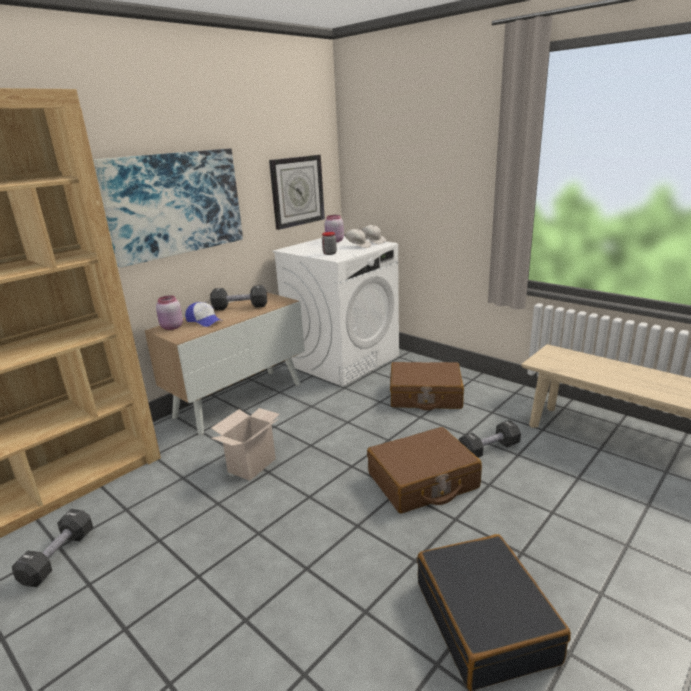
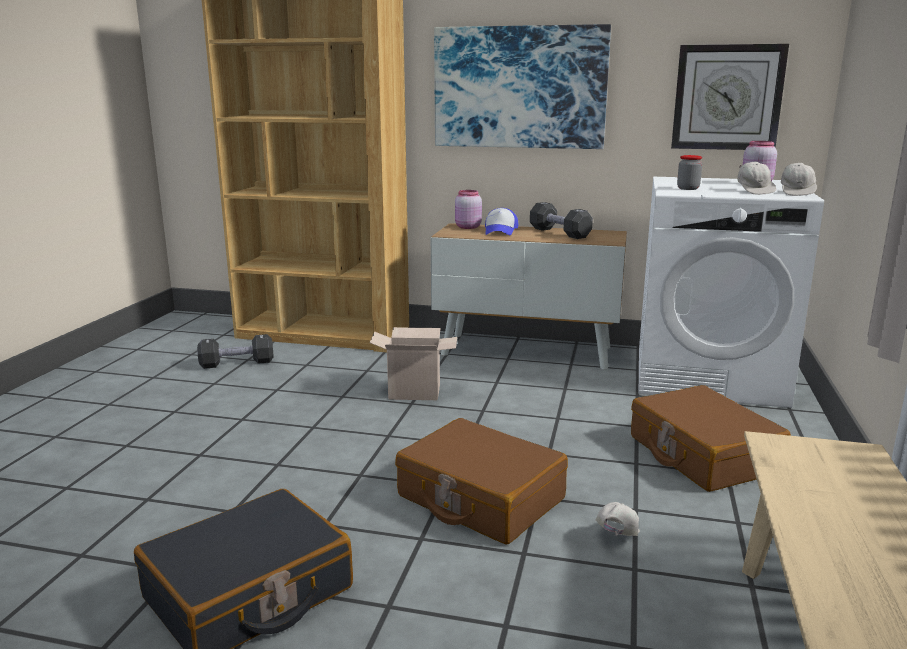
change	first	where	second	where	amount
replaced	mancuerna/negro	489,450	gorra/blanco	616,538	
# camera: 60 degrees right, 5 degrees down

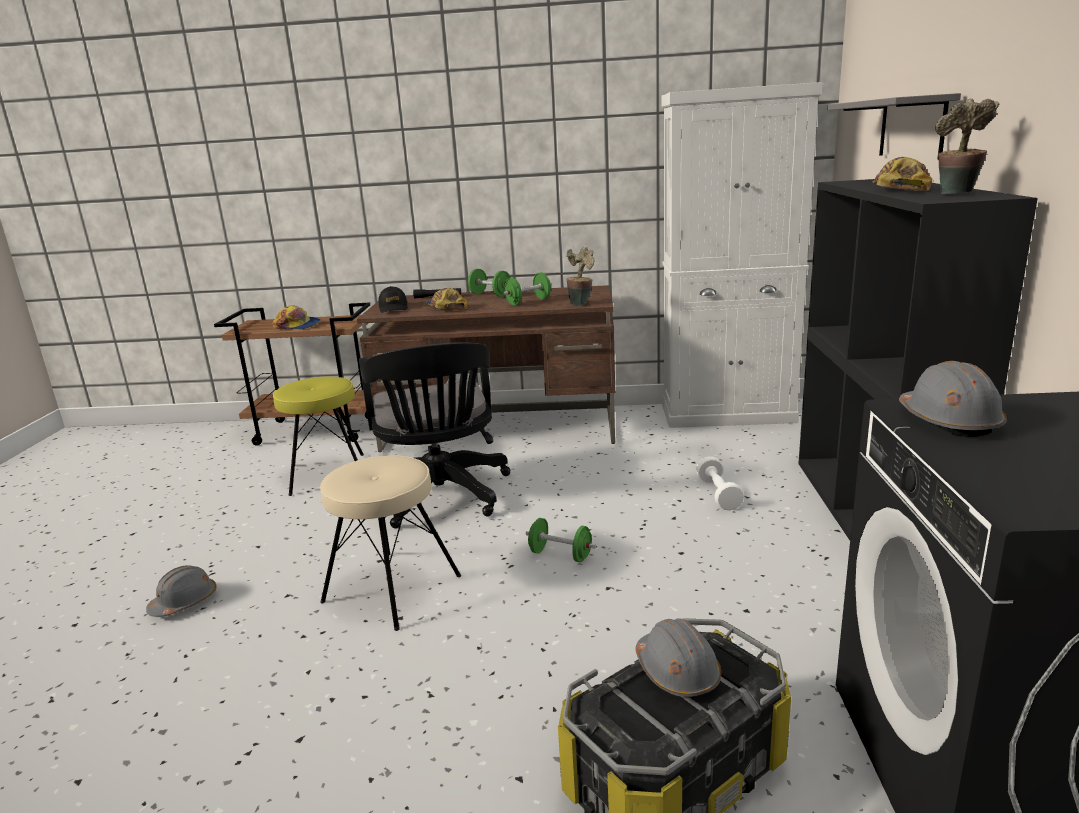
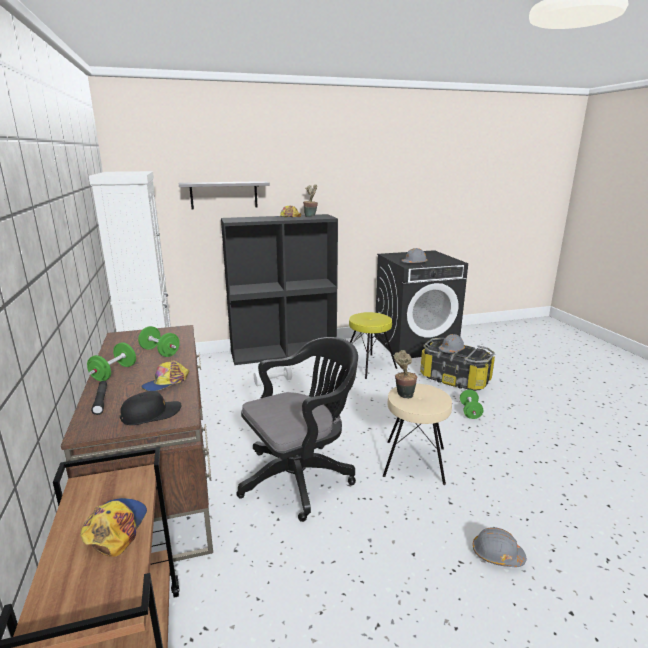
change	first	where	second	where	amount
moved	planta en maceta	581,303		403,394	
moved	taburete/amarillo	328,473		368,366	
moved	mancuerna/verde	560,555		470,412	
# camera: 110 degrees left, 0 degrees up

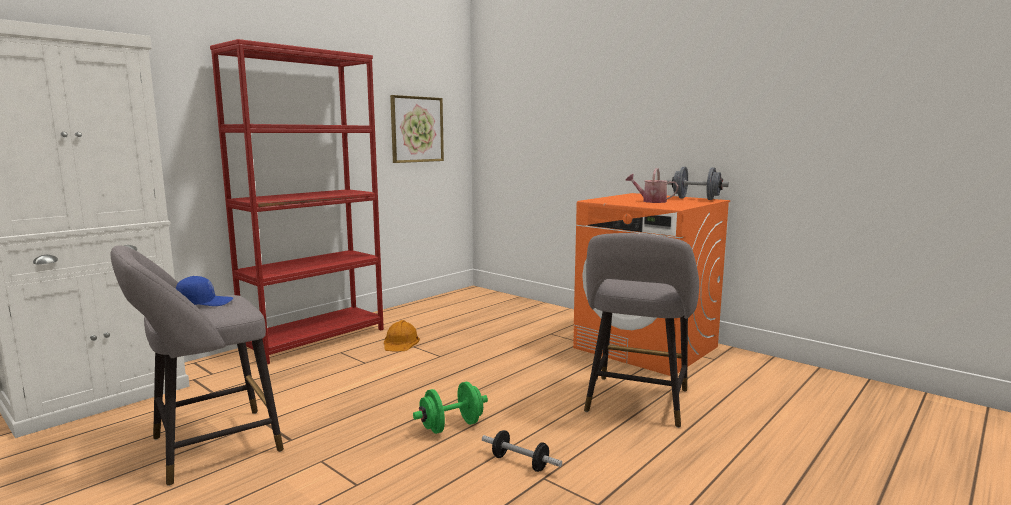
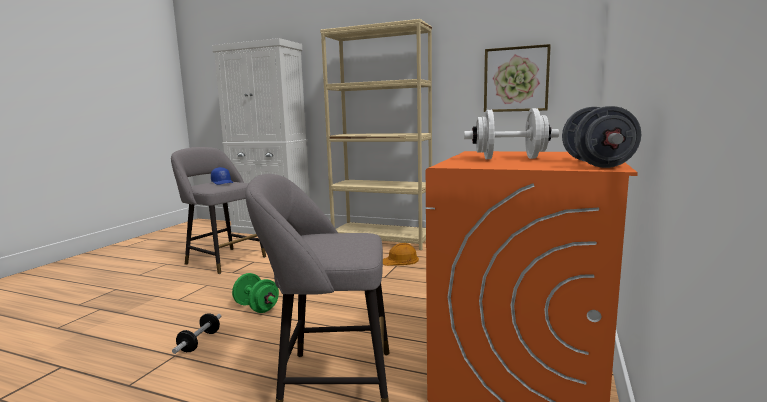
change	first	where	second	where	amount
recoloured	estantería/rojo	315,339	estantería/beis	382,240	
replaced	regadera	651,201	mancuerna/blanco	509,158	
# camera: 70 degrees right, 0 degrees up

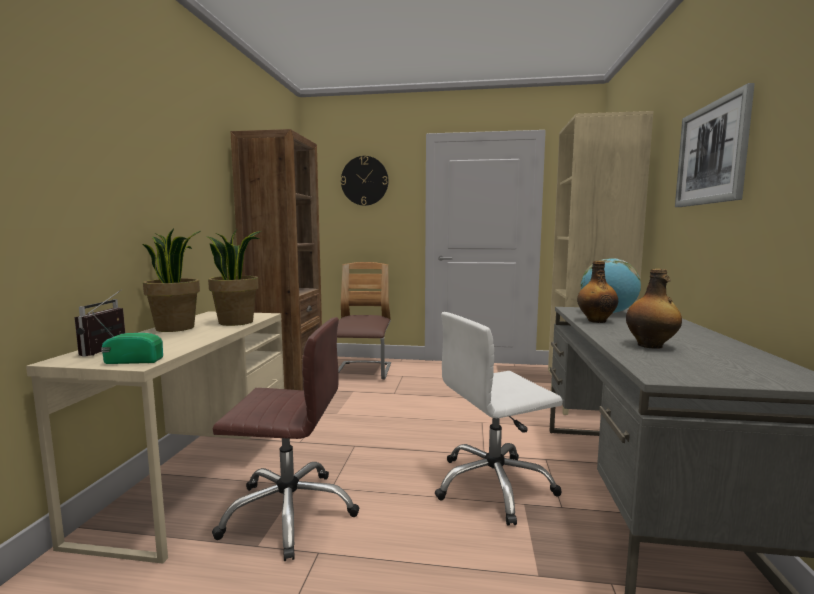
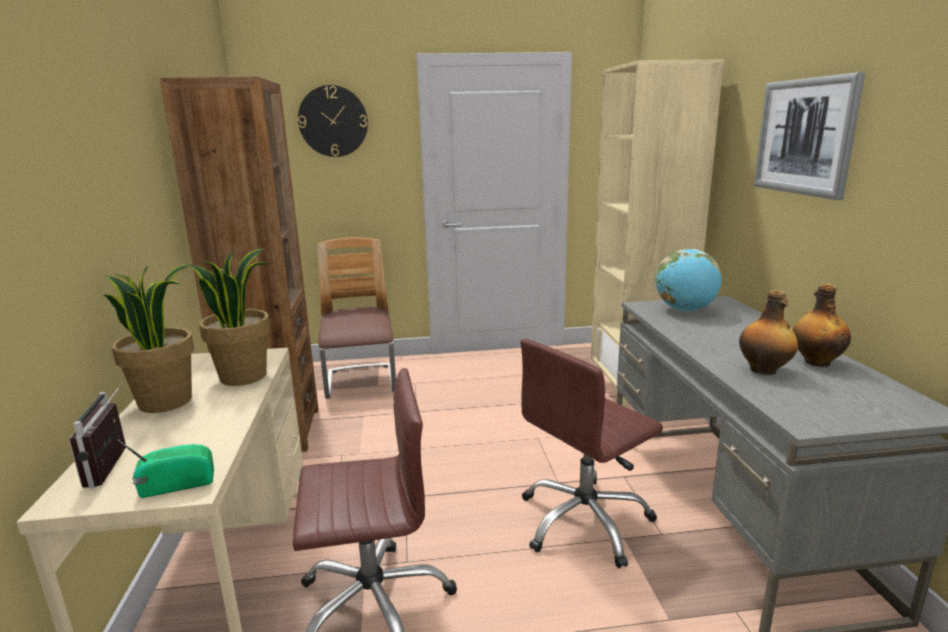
change	first	where	second	where	amount
moved	botella	596,321		816,362	
recoloured	silla de oficina/blanco	493,486	silla de oficina/marrón	585,521	
# camera: 15 degrees left, 10 degrees up

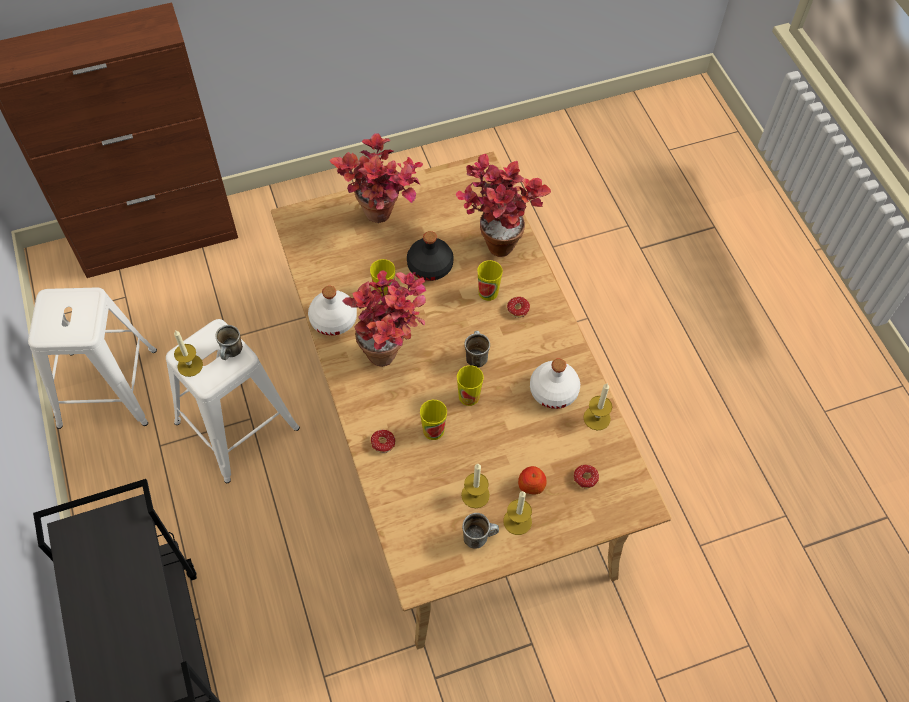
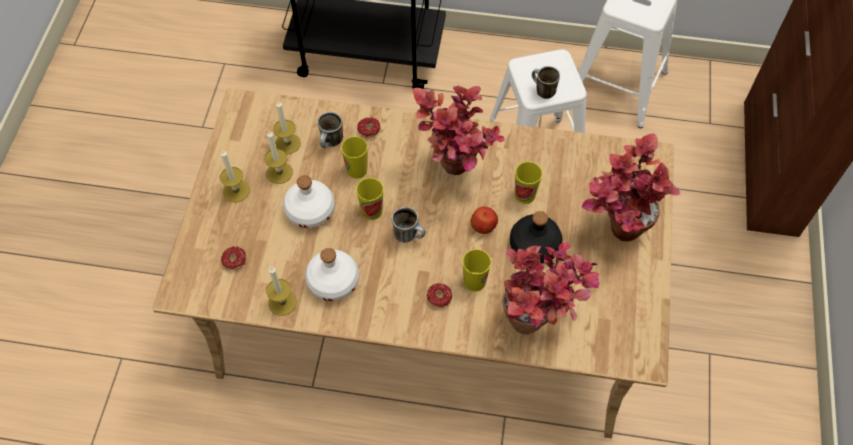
change	first	where	second	where	amount
moved	botella/blanco	333,319		311,211	
moved	vela	190,365		287,143	
moved	manzana	531,485		483,226	
moved	taza grande	479,536		331,143	
# camera: 120 degrees right, 0 degrees up

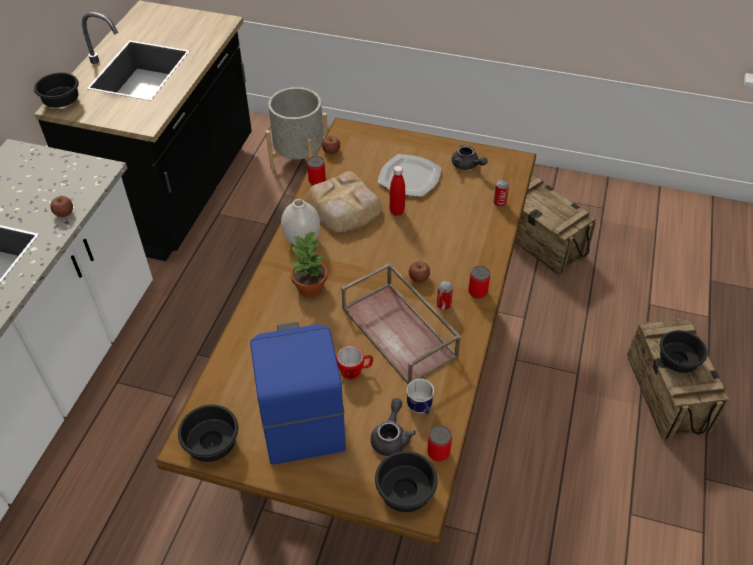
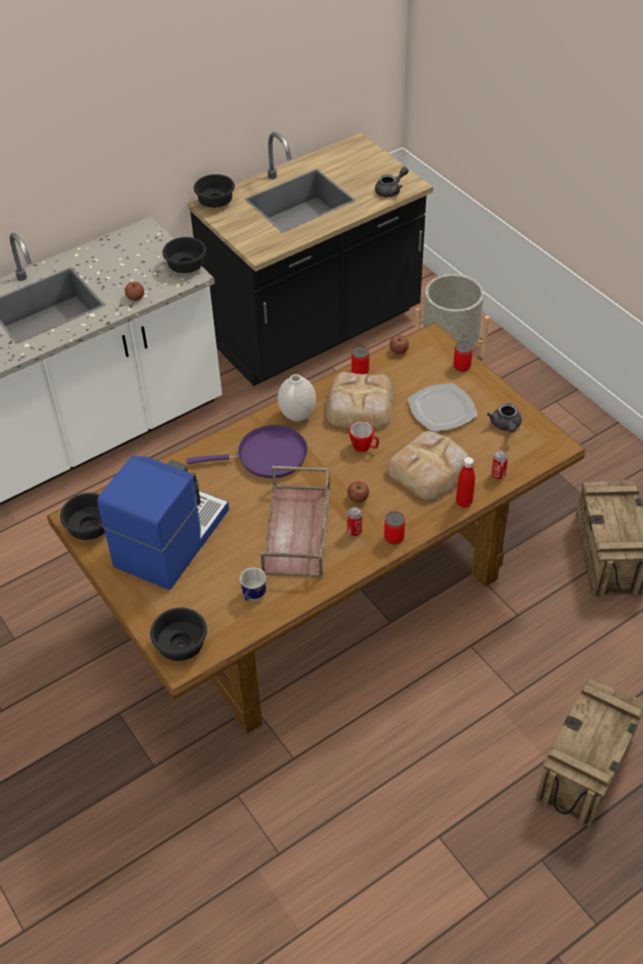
change	first	where	second	where	amount
moved	botella/rojo	397,211		464,502	
replaced	planta en maceta	310,287	sartén/morado	266,456	
moved	cuenco/negro	678,360		187,267	
moved	taza grande	355,371		364,447	
moved	tetera/gris	391,437		391,190	
moved	lata	438,452		462,366	
added			pan	430,469	
# camera: 40 degrees right, 0 degrees up

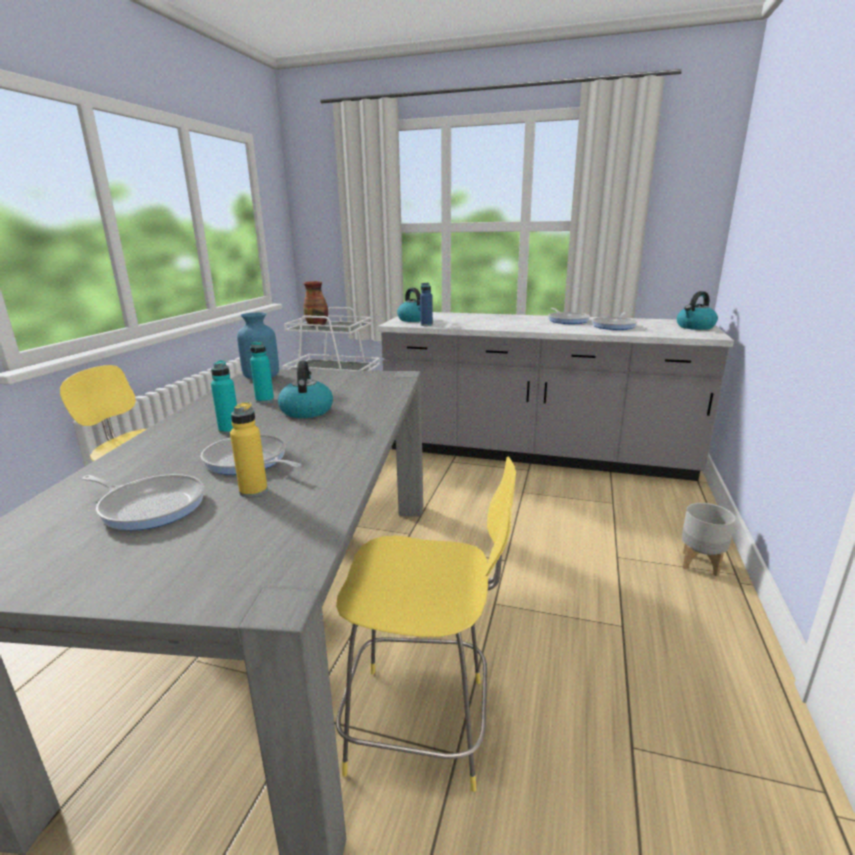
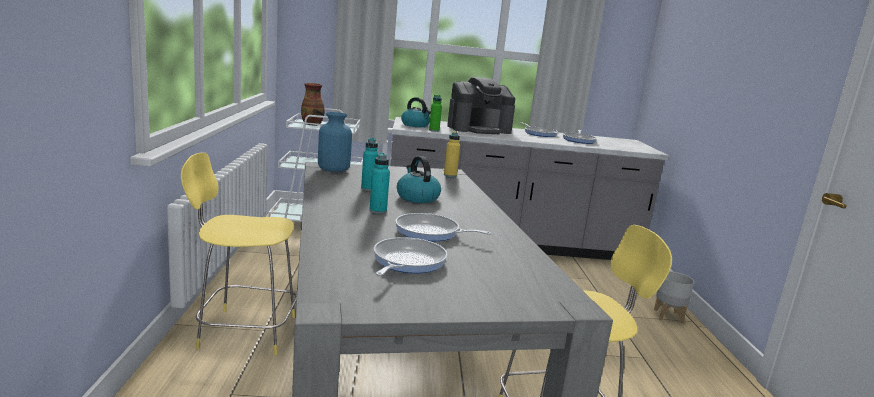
change	first	where	second	where	amount
recoloured	botella/azul	426,325	botella/verde	434,130	
removed	hervidor	695,327			
moved	botella/amarillo	253,491		450,175	
turned	sartén	150,506		407,262	75 degrees counterclockwise
added			cafetera	479,129	
# camera: 20 degrees left, 5 degrees down

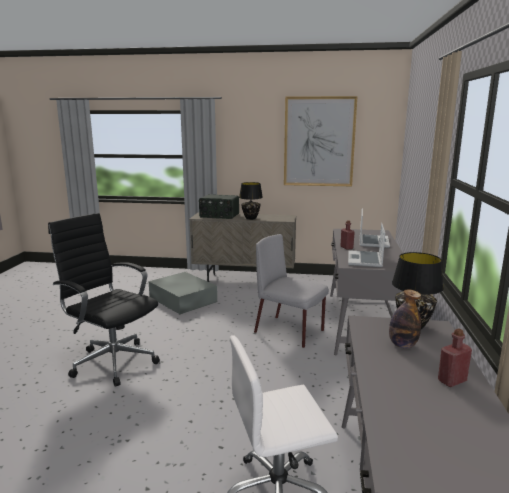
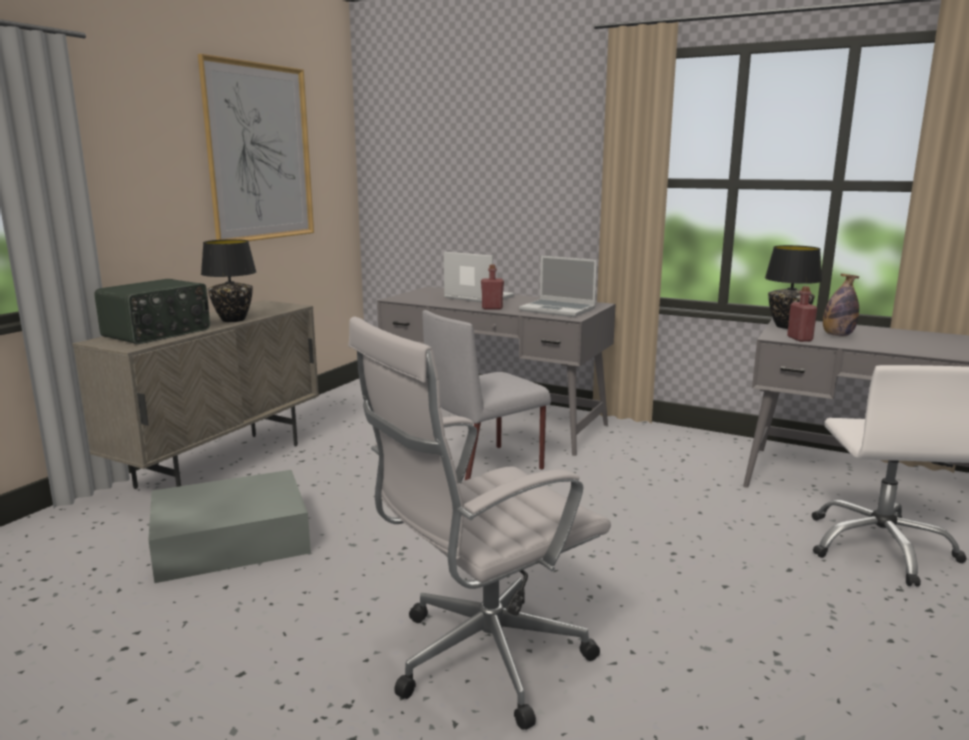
change	first	where	second	where	amount
recoloured	silla de oficina/negro	112,361	silla de oficina/blanco	481,660	
moved	botella/rojo	452,381		799,339	
# camera: 70 degrees left, 0 degrees up

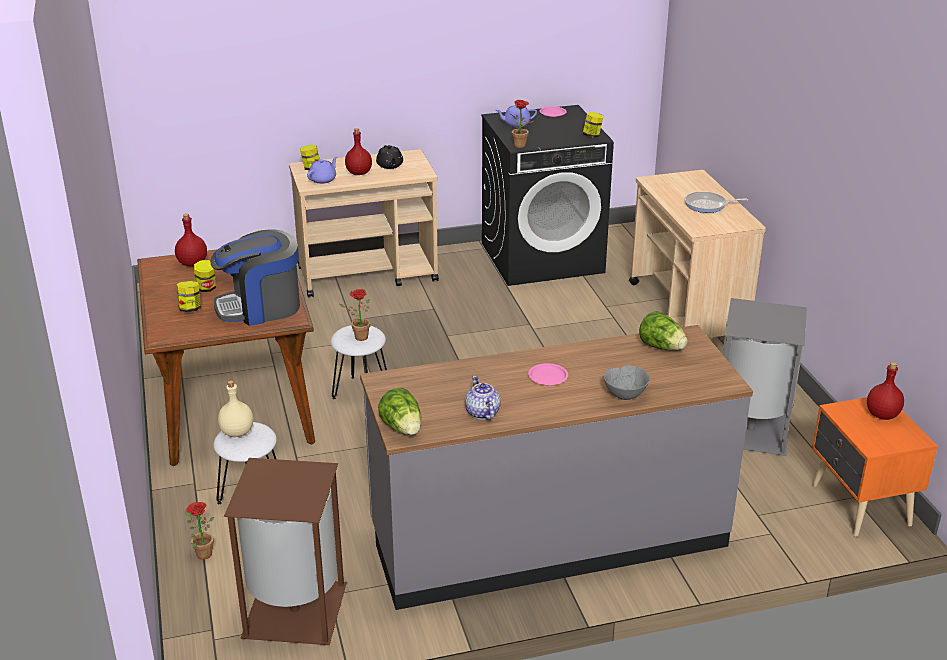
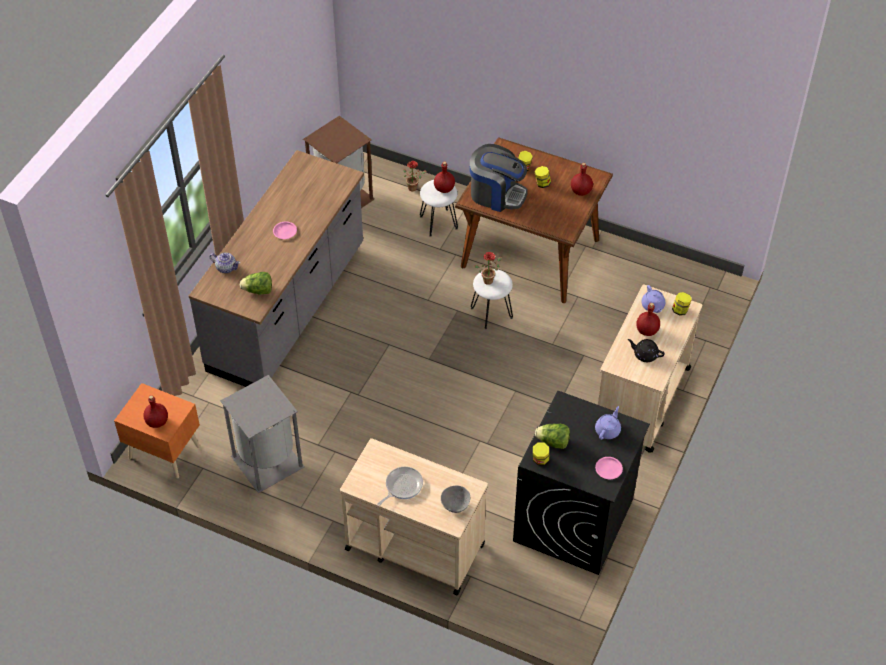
change	first	where	second	where	amount
removed	planta en maceta	522,146			
turned	cafetera	260,307		496,194	90 degrees clockwise
moved	cuenco/gris	625,395		455,506	
moved	tetera	482,413		226,267	
recoloured	botella/beis	236,432	botella/rojo	444,188	
moved	lechuga	402,428		553,442	
# camera: 130 degrees right, 20 degrees up

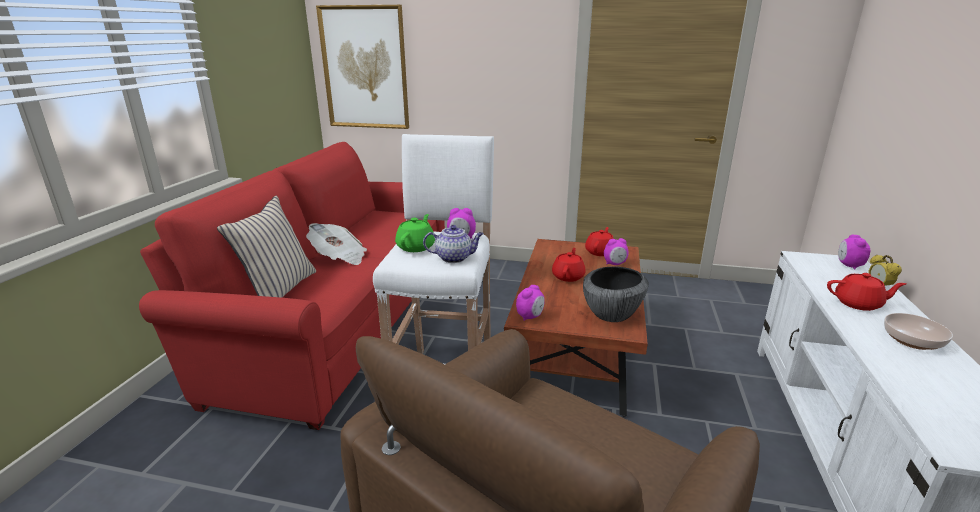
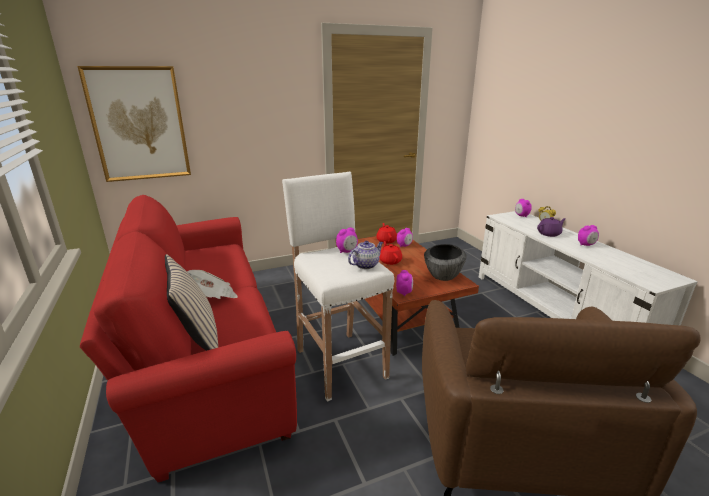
change	first	where	second	where	amount
removed	tetera/verde	416,247			
recoloured	tetera/rojo	858,304	tetera/morado	549,234	
replaced	cuenco	912,340	despertador	586,245	
# camera: 35 degrees left, 0 degrees up

